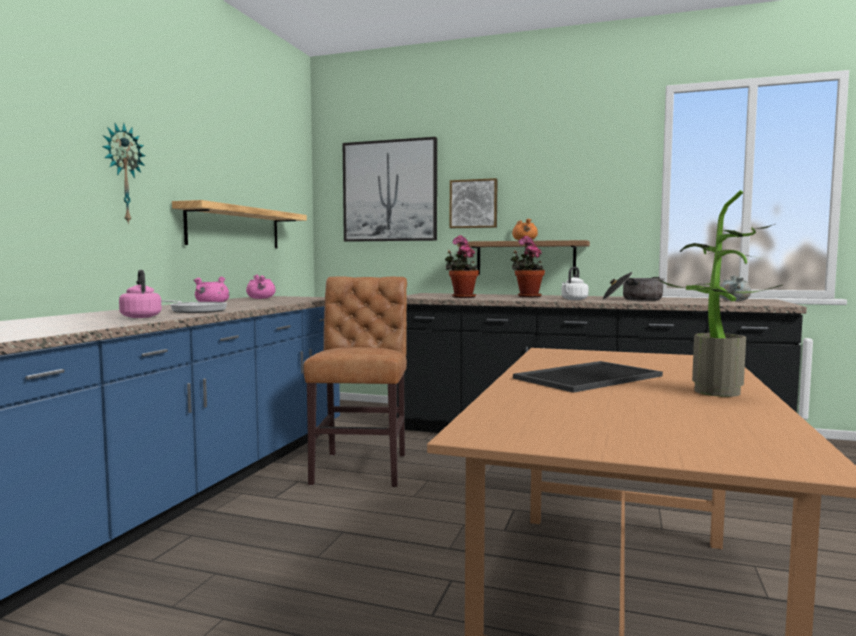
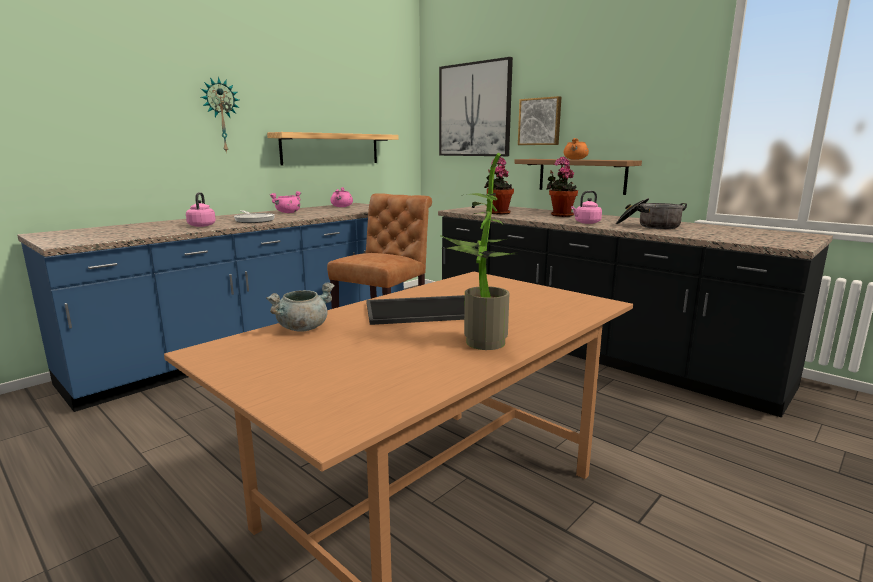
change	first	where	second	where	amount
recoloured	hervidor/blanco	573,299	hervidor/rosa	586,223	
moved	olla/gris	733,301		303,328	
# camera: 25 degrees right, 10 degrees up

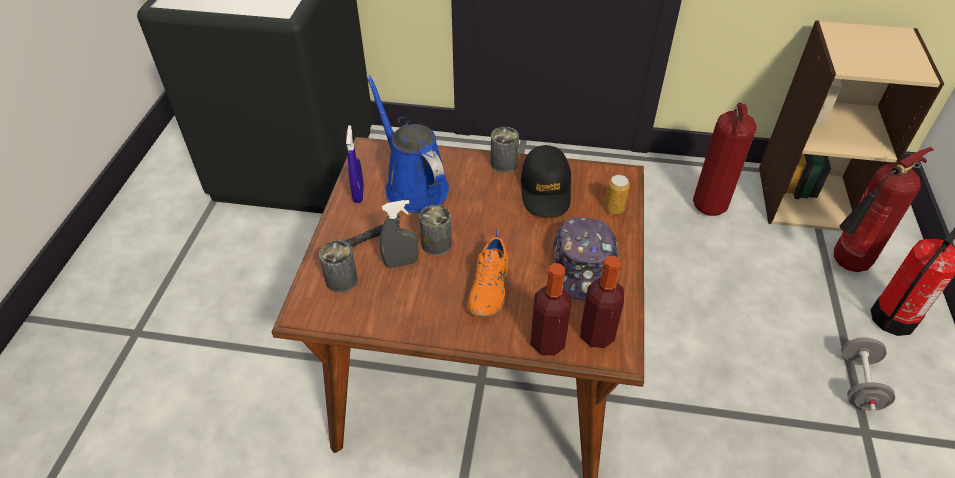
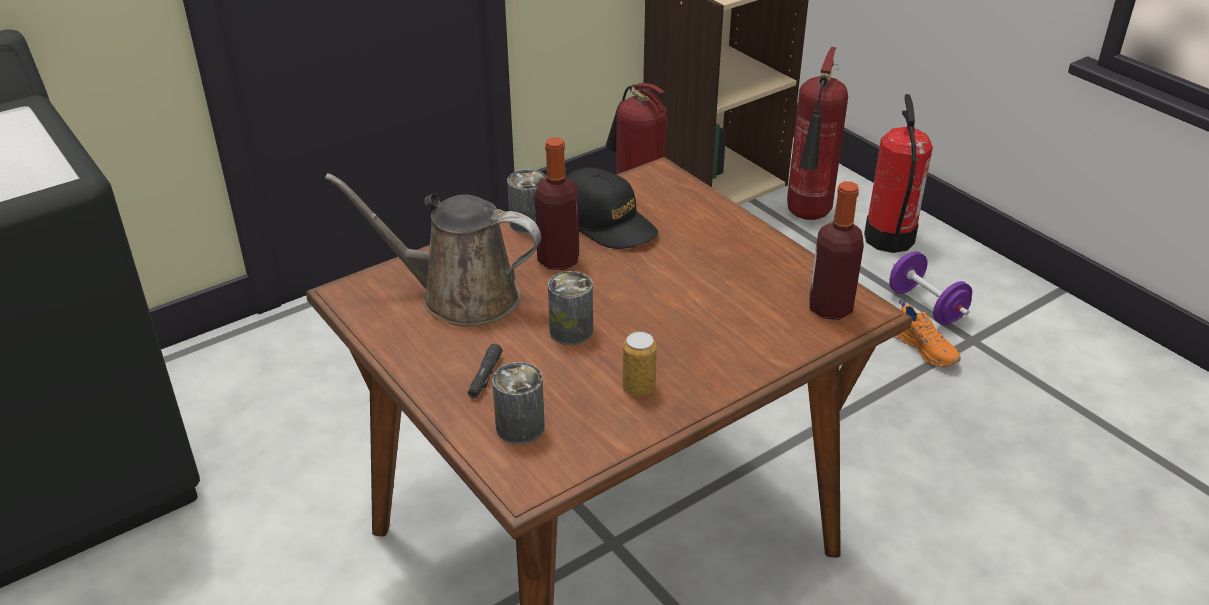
change	first	where	second	where	amount
recoloured	regadera/azul	413,185	regadera/marrón	460,296	
removed	pulverizador/azul	358,194			
moved	lata	614,208		638,388	
removed	pulverizador/gris	401,263			
removed	gorra	585,266			
moved	zapato/naranja	490,288		925,348	
moved	botella	547,342		558,260	
recoloured	mancuerna/gris	859,384	mancuerna/morado	926,306	
# camera: 45 degrees left, 10 degrees down

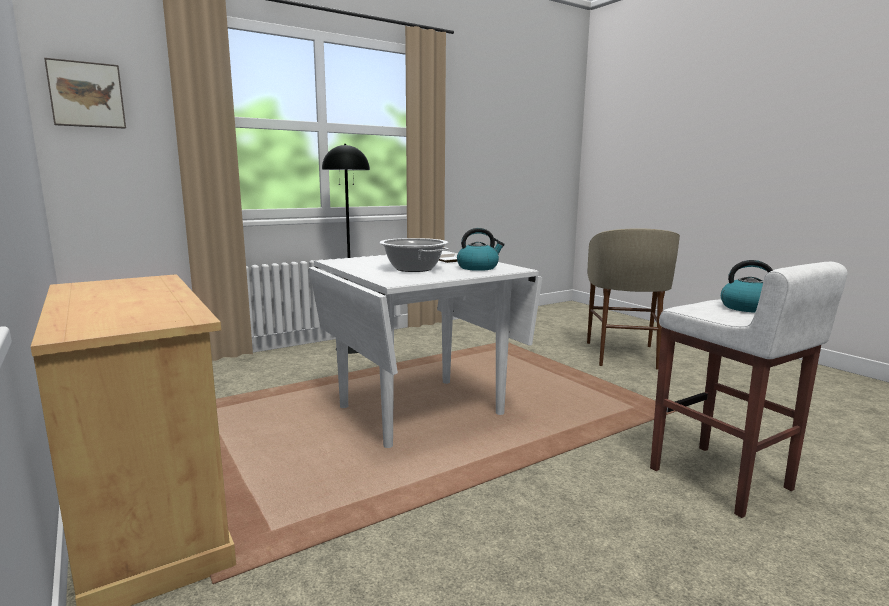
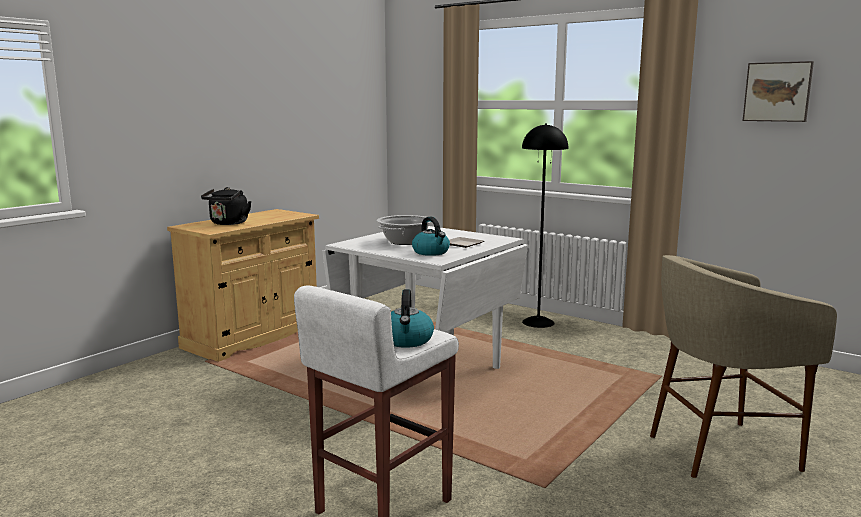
change	first	where	second	where	amount
moved	cuadro	86,95		777,92	
added			hervidor/negro	228,223	
# camera: 70 degrees right, 0 degrees up

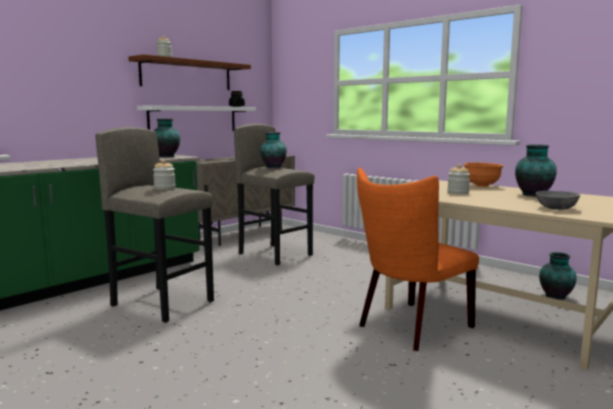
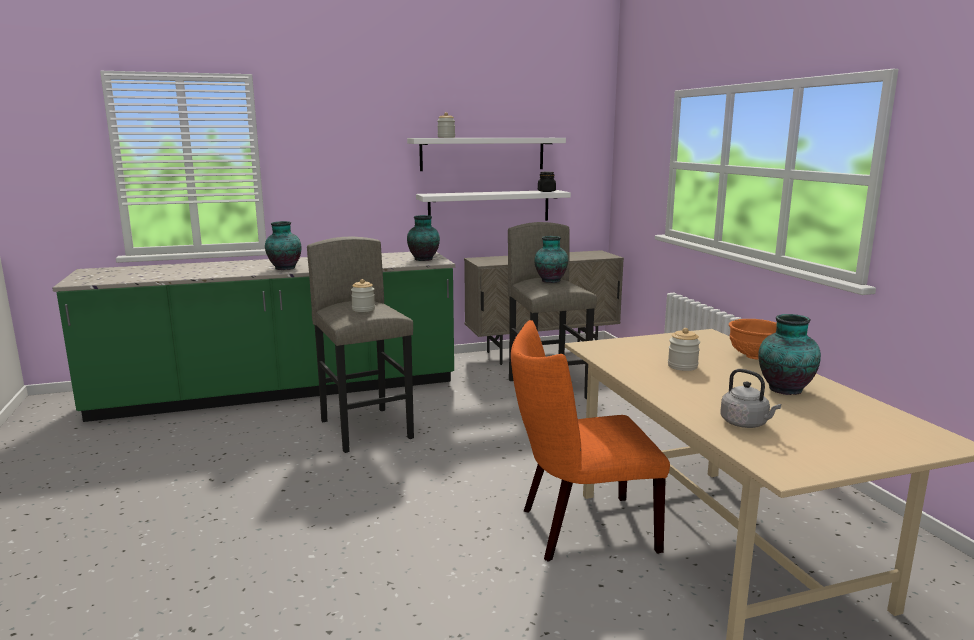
change	first	where	second	where	amount
recoloured	estante/marrón	187,75	estante/blanco	482,154	
replaced	cuenco/gris	556,208	hervidor/gris	746,424	
moved	florero	556,297		284,268	
# camera: 30 degrees right, 5 degrees up

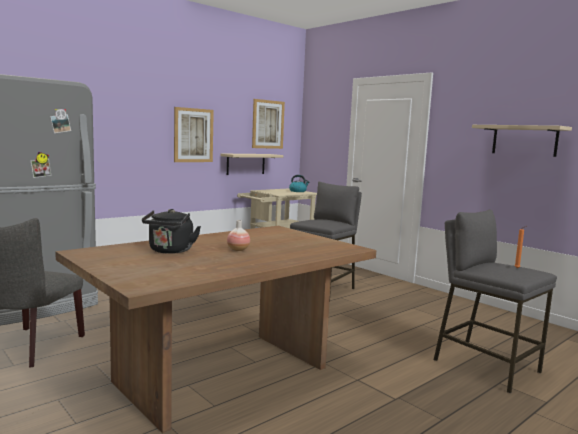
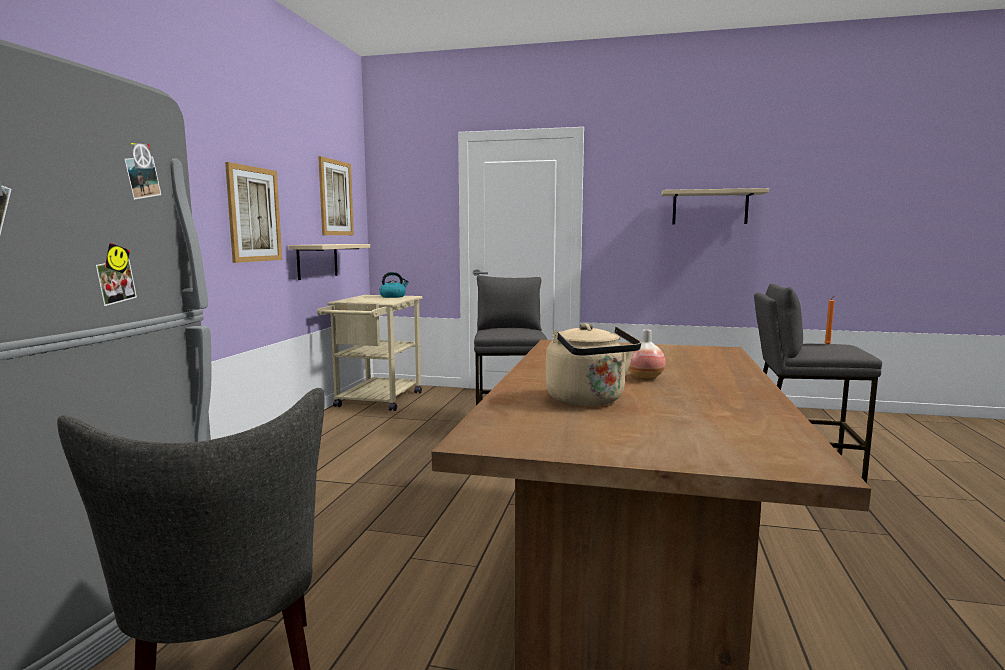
change	first	where	second	where	amount
recoloured	hervidor/negro	170,251	hervidor/beis	589,400	
# camera: 35 degrees left, 0 degrees up

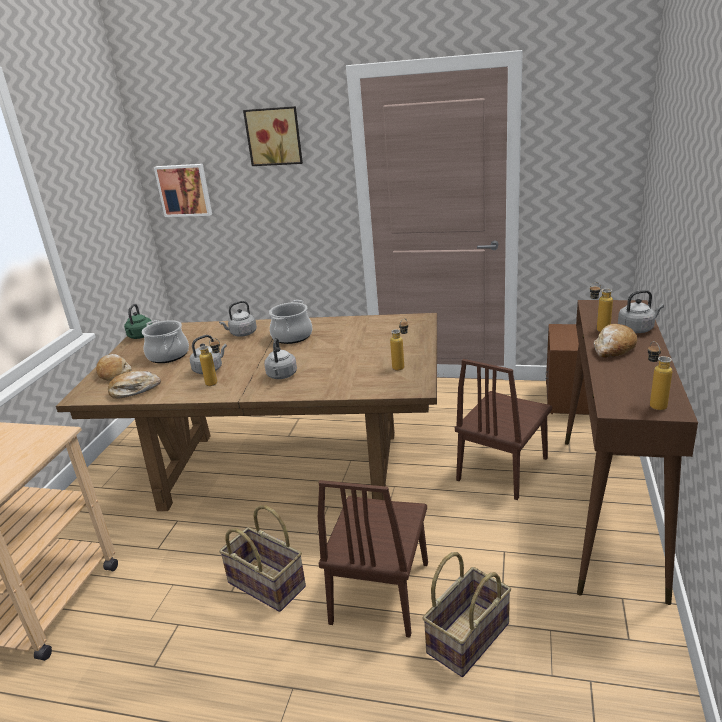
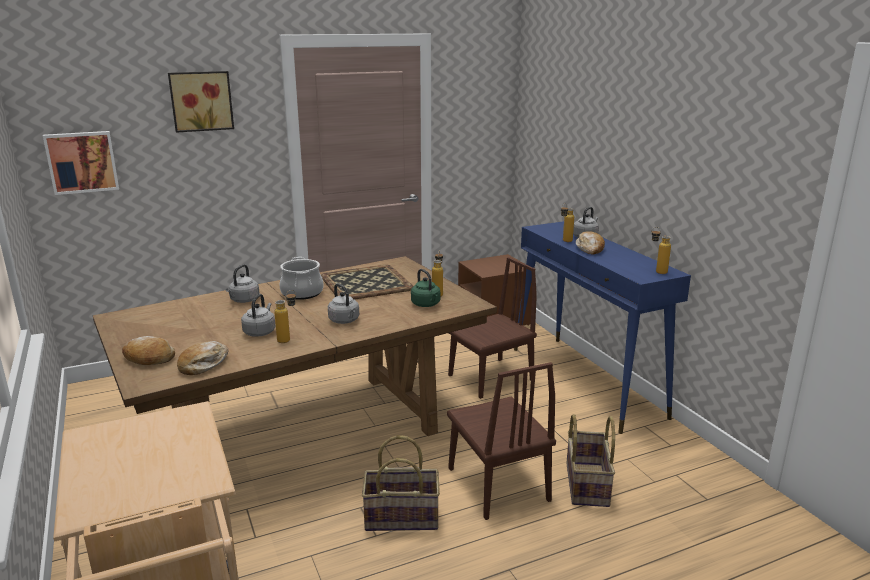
change	first	where	second	where	amount
recoloured	mesa consola/marrón	609,511	mesa consola/azul	586,381	
moved	hervidor/verde	140,336		426,304	
removed	olla	168,355			
turned	silla/marrón	502,468		490,378	120 degrees counterclockwise
added			bandeja	366,282	
# camera: 40 degrees left, 5 degrees down

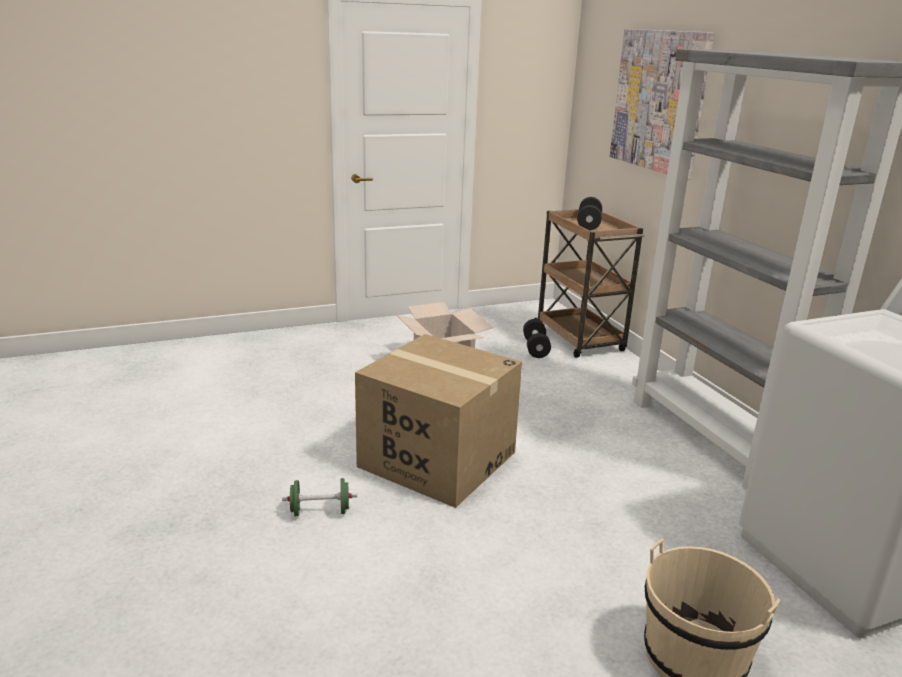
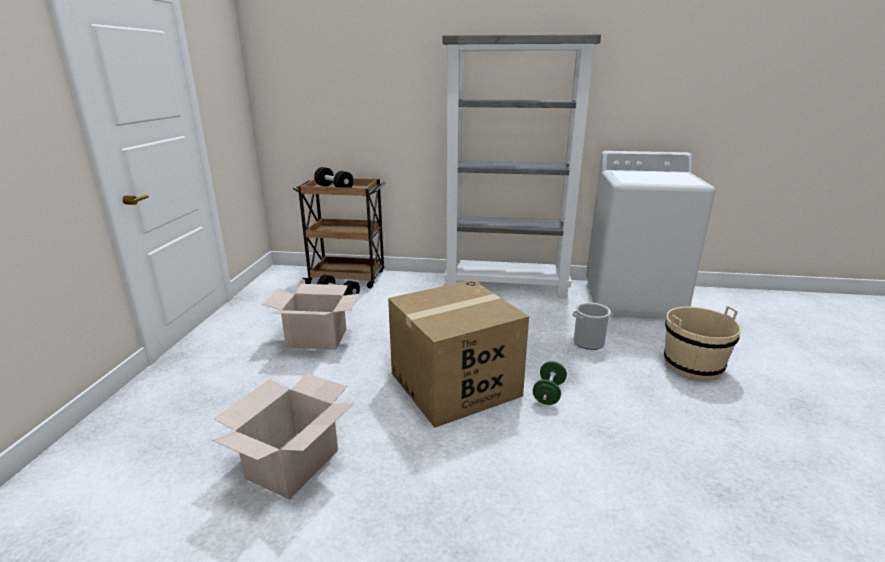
change	first	where	second	where	amount
removed	cuadro	659,101			
moved	mancuerna/verde	320,511		548,393	
added			cubo	588,342	
added			caja de cartón	293,464	
# camera: 60 degrees left, 0 degrees up

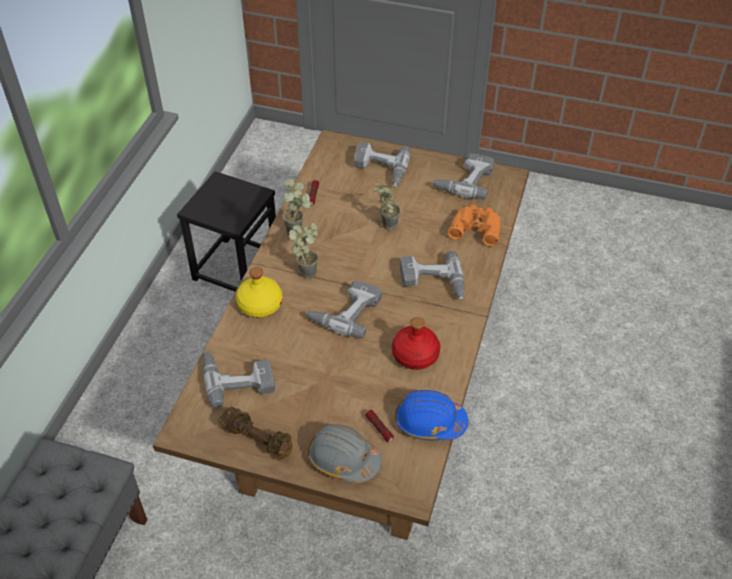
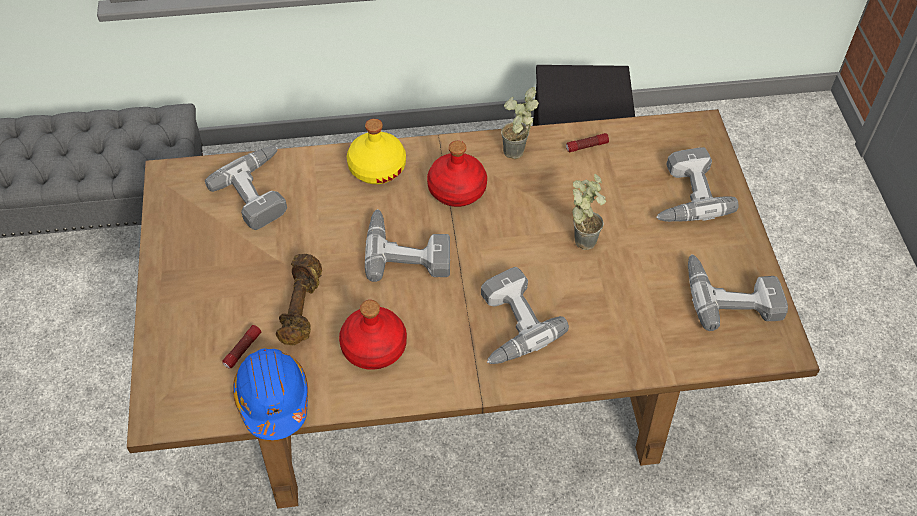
change	first	where	second	where	amount
removed	prismáticos/naranja	476,227			
replaced	planta en maceta	308,269	botella/rojo	457,189	
moved	mancuerna/marrón	258,439		302,308	
removed	casco/gris	343,459			
# camera: 65 degrees right, 5 degrees up

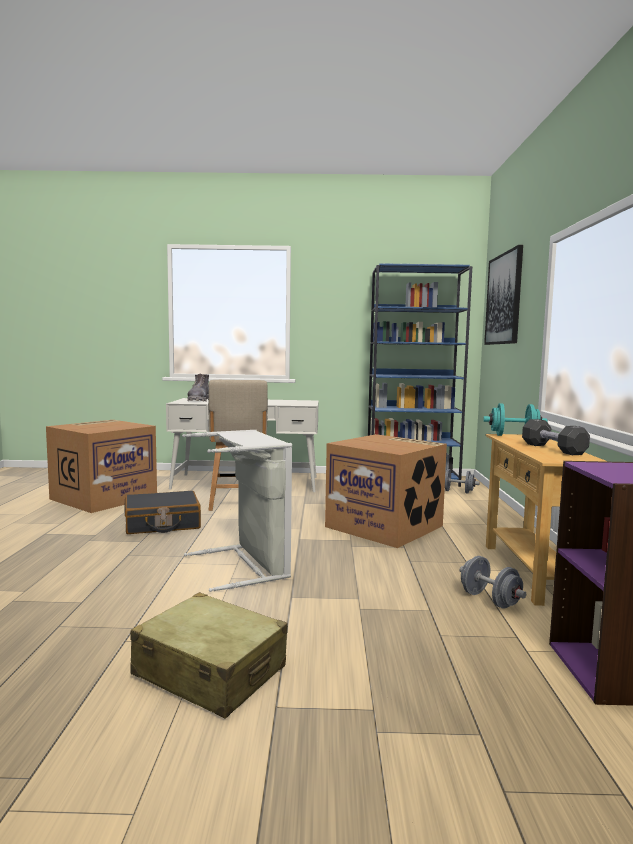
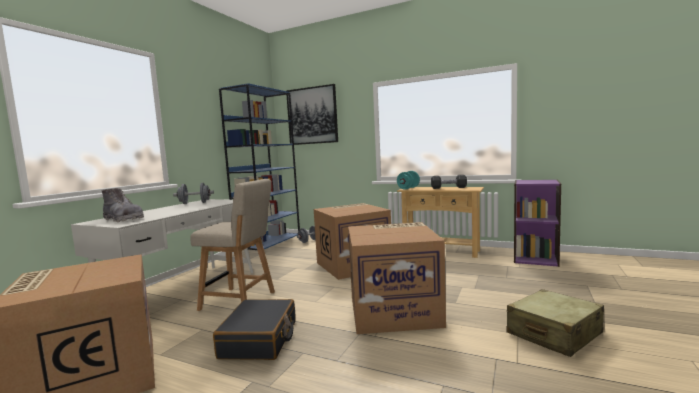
change	first	where	second	where	amount
replaced	cesto de la ropa/gris	247,565	caja de cartón	395,310	
moved	mancuerna/gris	490,600		194,203	
# camera: 65 degrees left, 0 degrees up

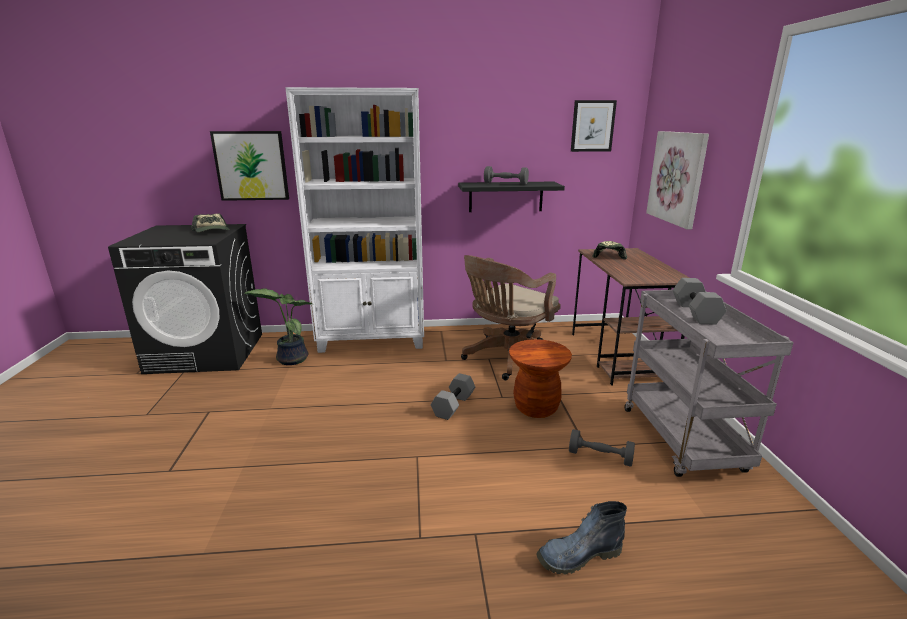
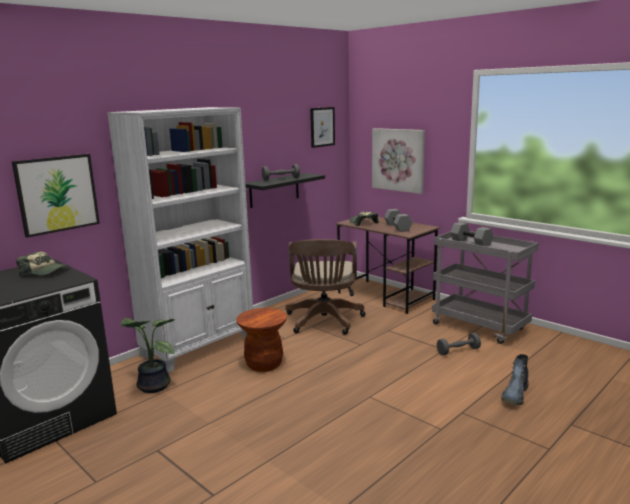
change	first	where	second	where	amount
moved	taburete/marrón	536,407		264,364	
moved	mancuerna/gris	454,406		398,227	
# camera: 40 degrees left, 5 degrees down

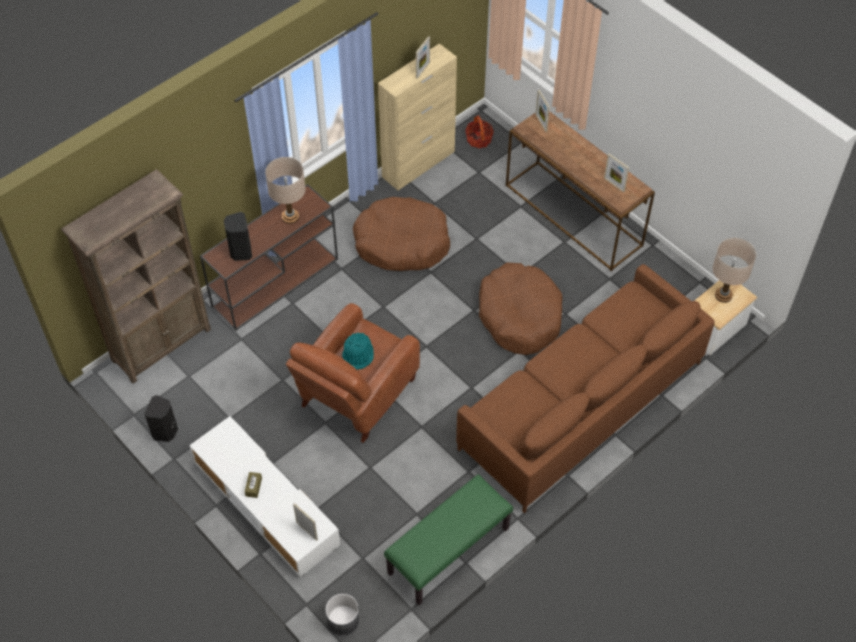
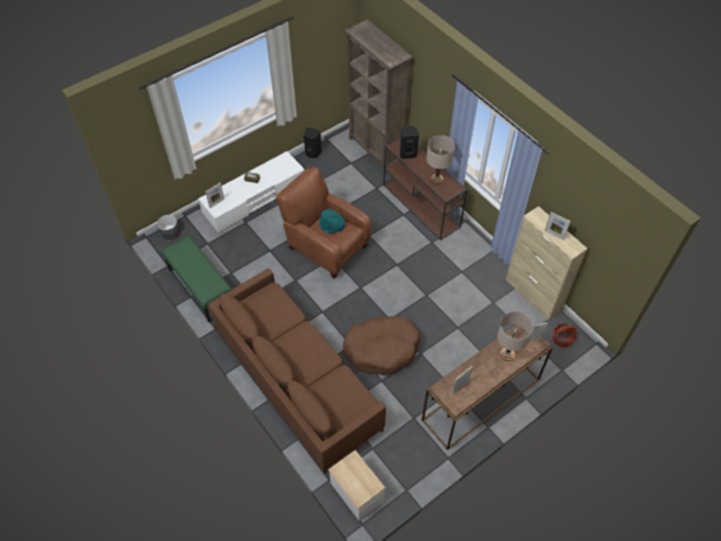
change	first	where	second	where	amount
removed	cama para perro/marrón	402,243			
moved	lámpara de mesa/beis	723,295		507,354	
# camera: 95 degrees right, 0 degrees up

